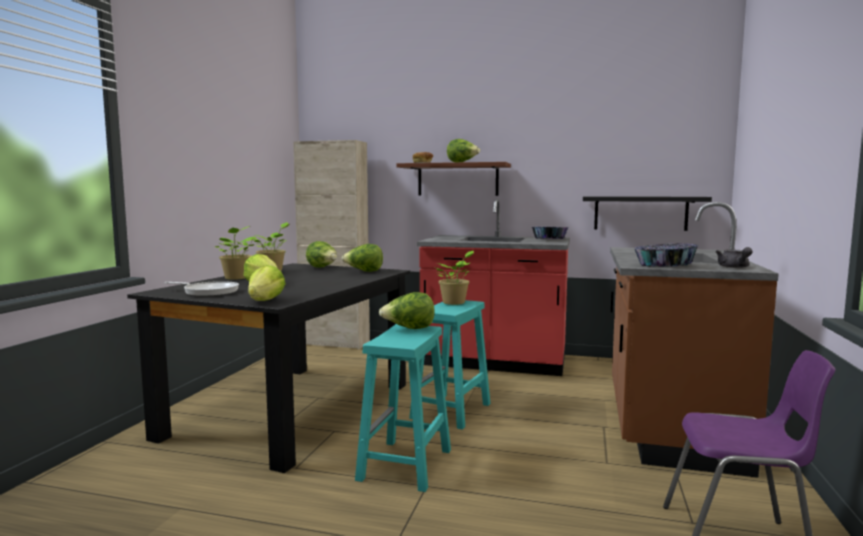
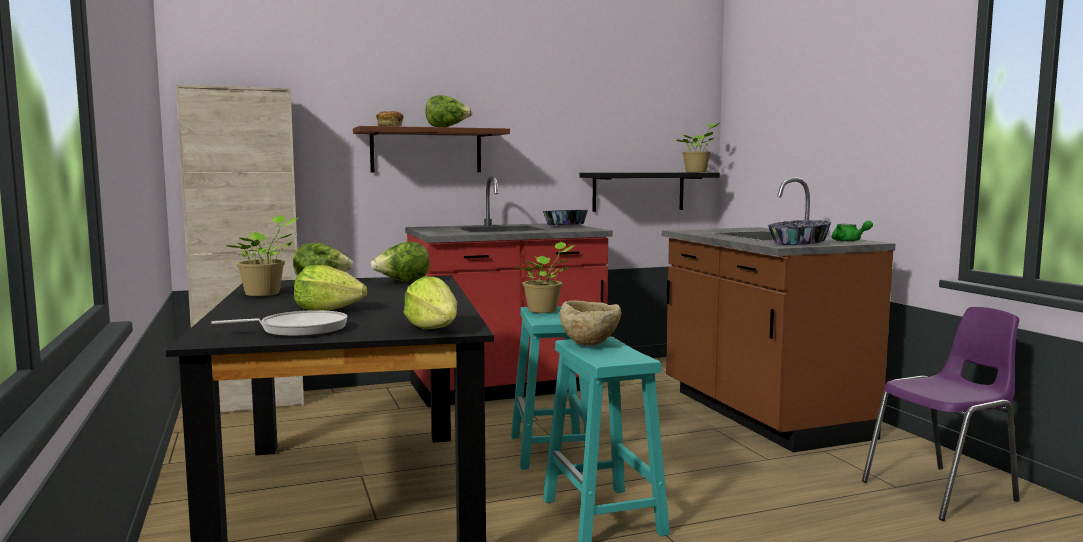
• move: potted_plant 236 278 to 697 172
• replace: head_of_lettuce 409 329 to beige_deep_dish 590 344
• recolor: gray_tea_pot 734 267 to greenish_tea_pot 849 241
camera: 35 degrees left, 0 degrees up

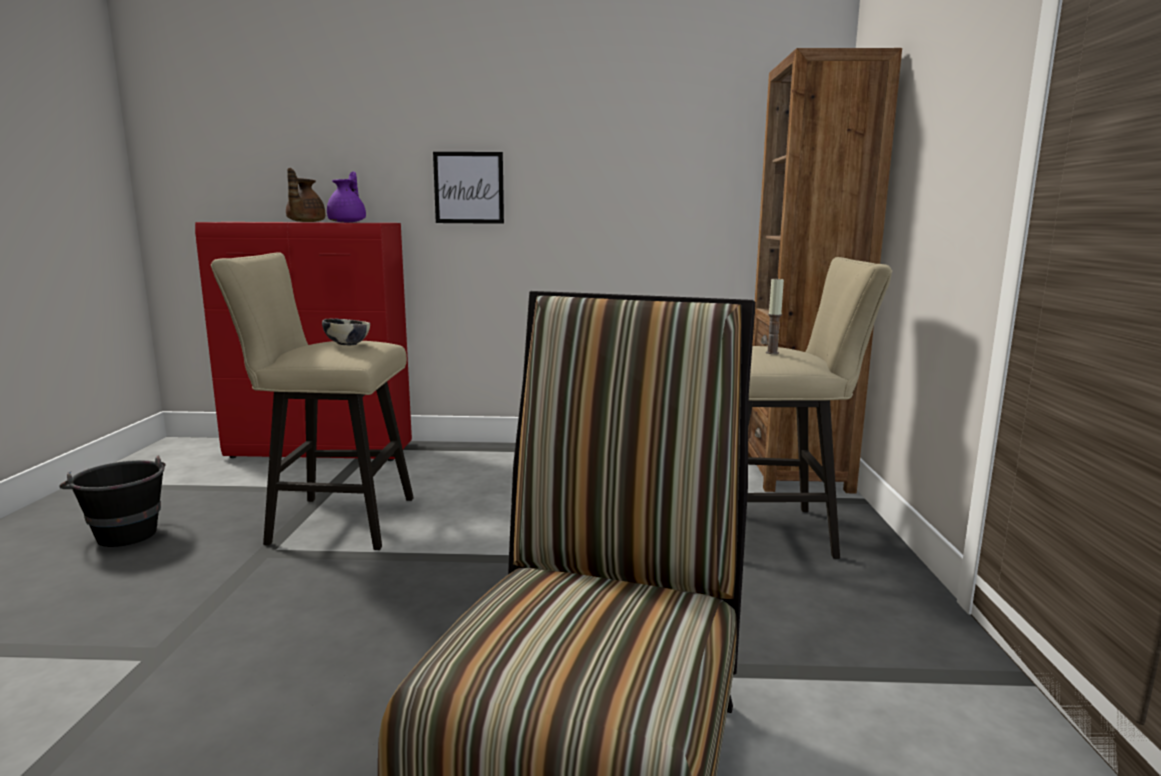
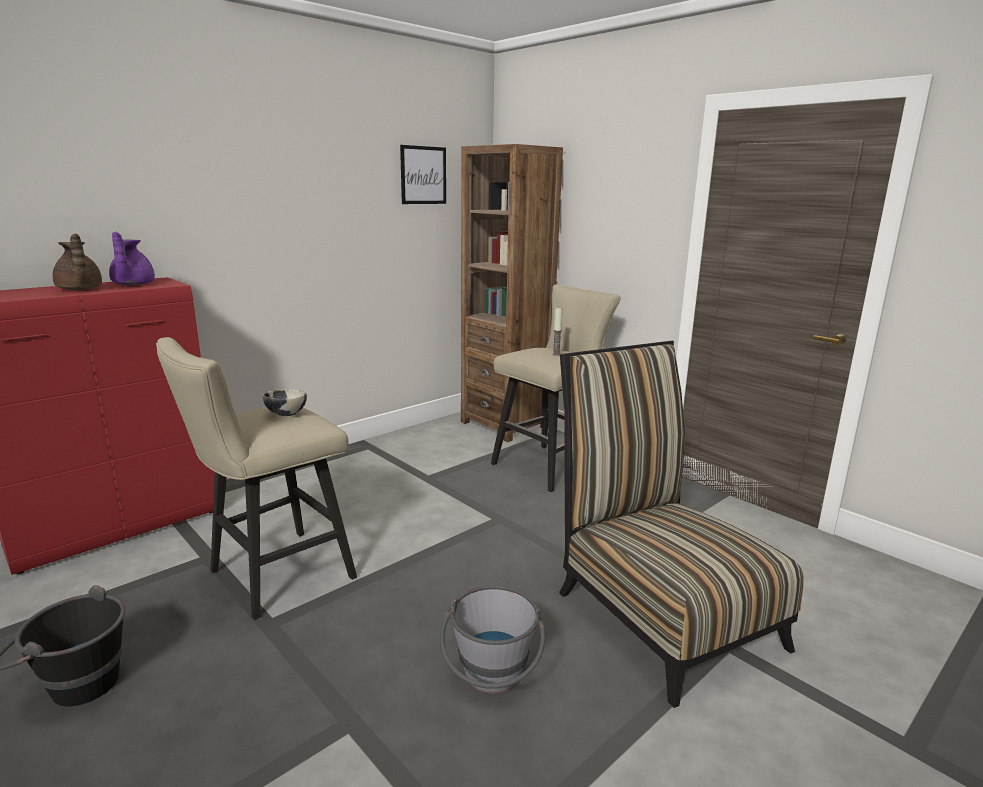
• rotate: purple_tea_pot 348 222 = 132 285 150 degrees counterclockwise
• move: wall_art 469 188 to 423 175
• insert: gray_water_bucket 492 682
camera: 45 degrees left, 5 degrees up

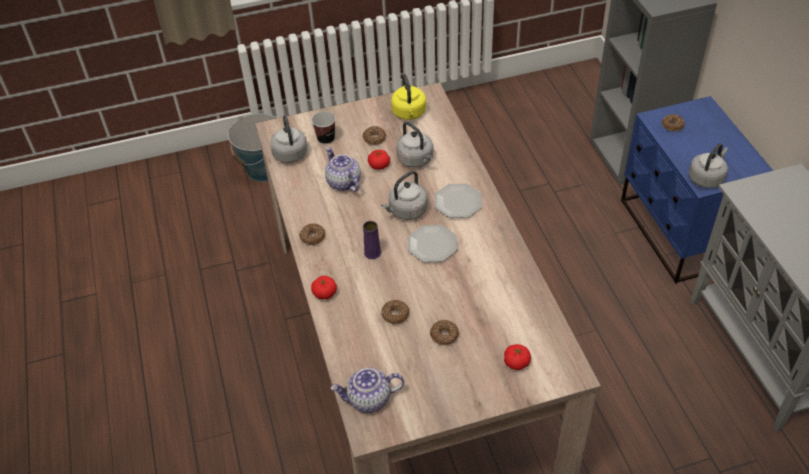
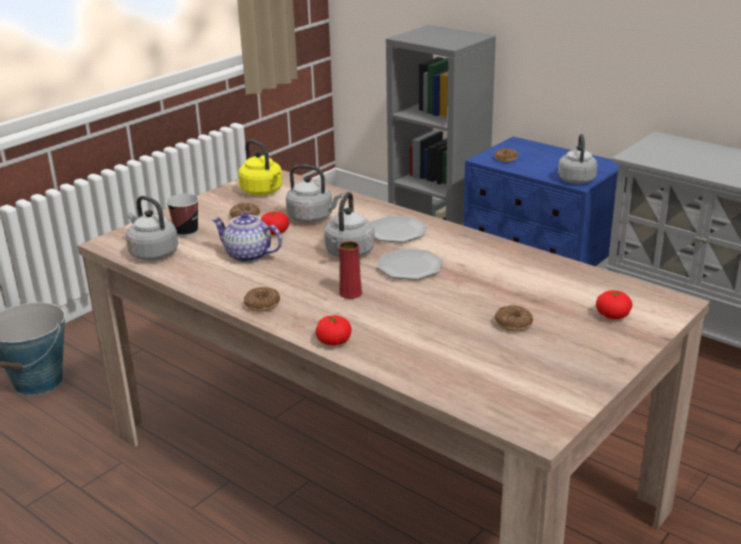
• delete: tea_pot 369 399
• recolor: purple_flower_vase 372 253 to red-coloured_flower_vase 350 293
• delete: doughnut 395 315
camera: 35 degrees left, 20 degrees down

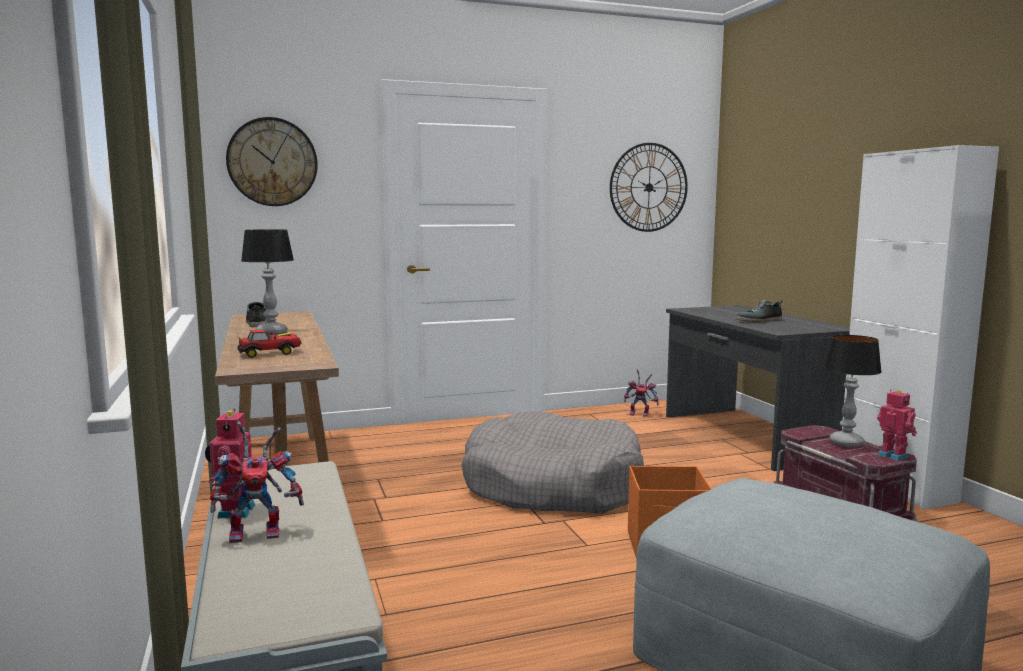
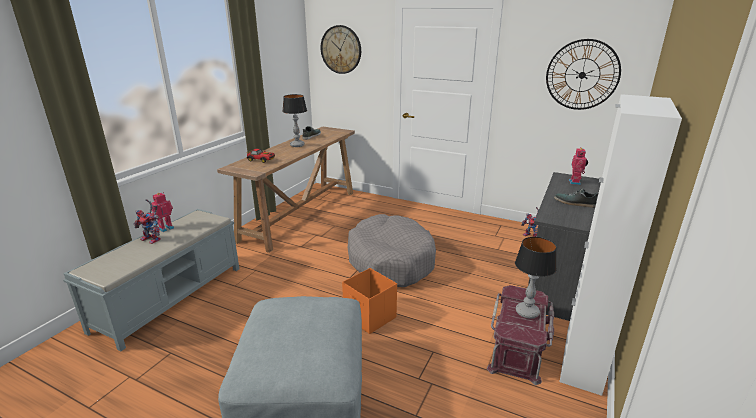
• move: toy_robot 894 455 to 575 182
camera: 45 degrees right, 15 degrees up

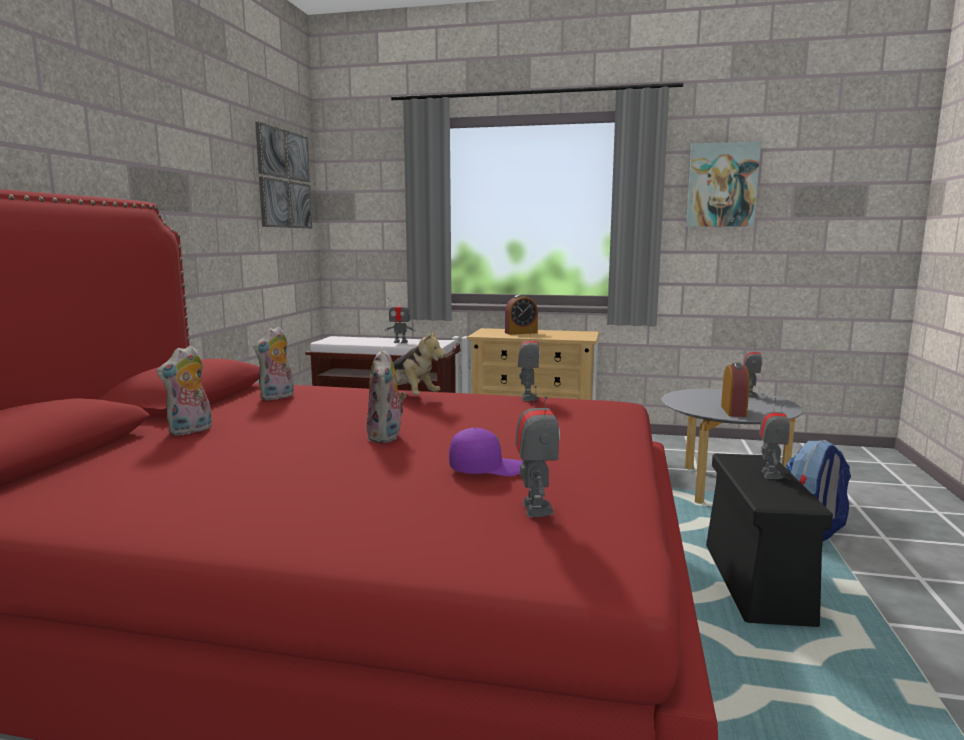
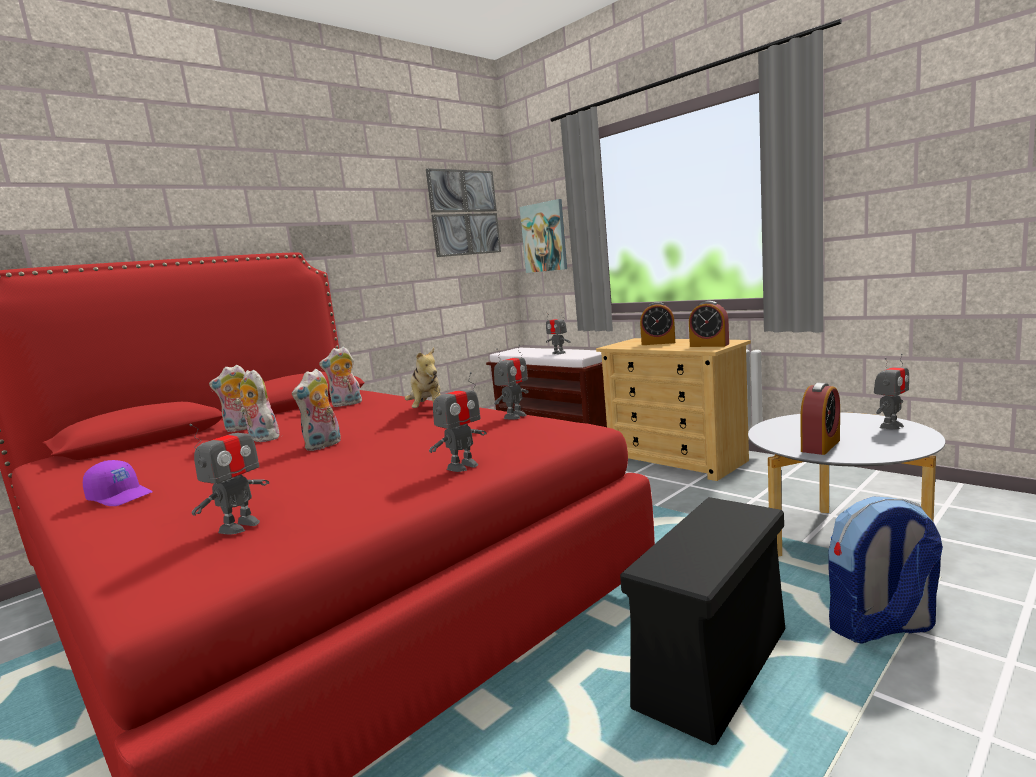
• move: purple_peaked_cap 486 468 to 121 496
• move: wall_art 722 185 to 544 237
• move: toy_robot 770 474 to 463 466
• insert: cuddly_toy 261 439
• insert: bedside_clock 709 345
camera: 35 degrees right, 0 degrees up

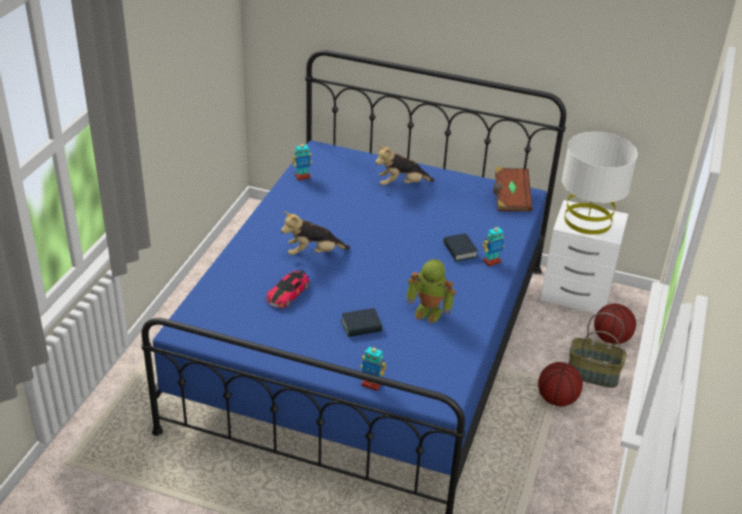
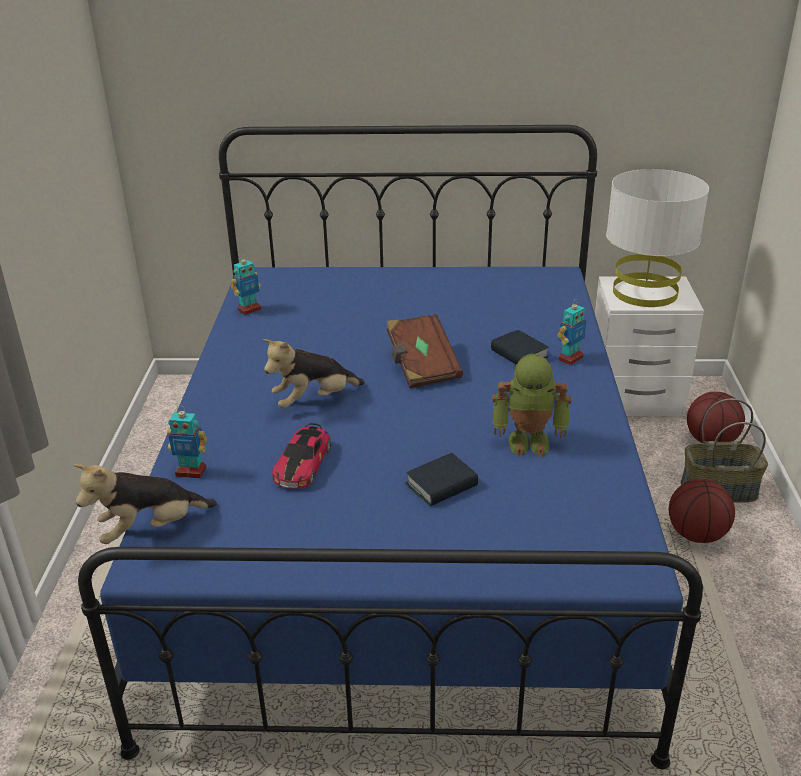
• move: toy_robot 371 384 to 191 471
• move: cuddly_toy 401 184 to 150 529
• move: brown-coloured_volume 510 198 to 421 366
camera: 15 degrees left, 5 degrees down

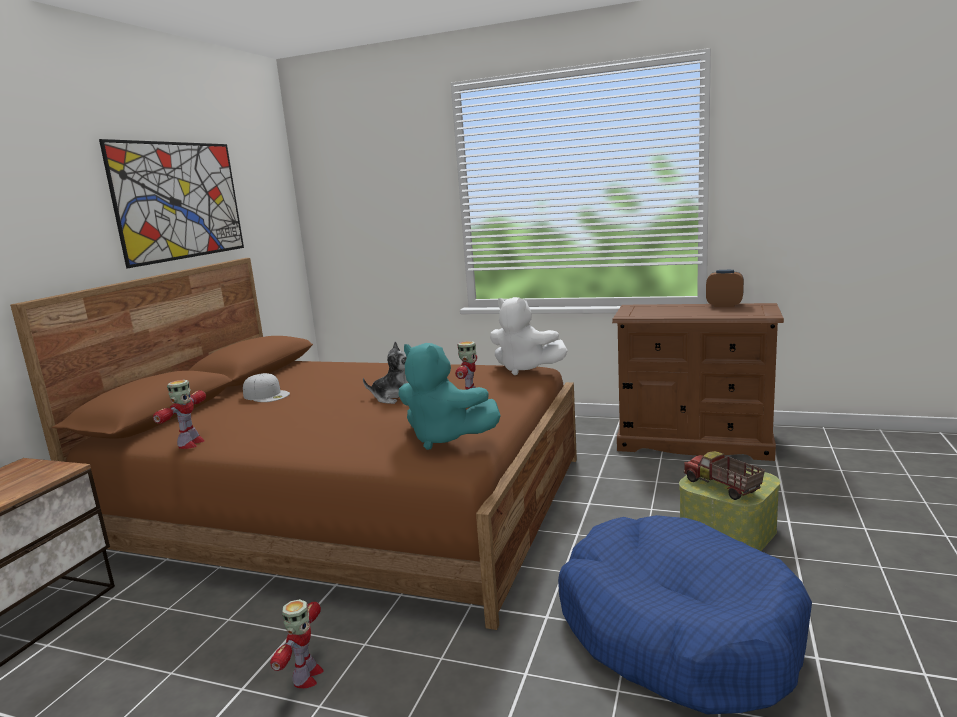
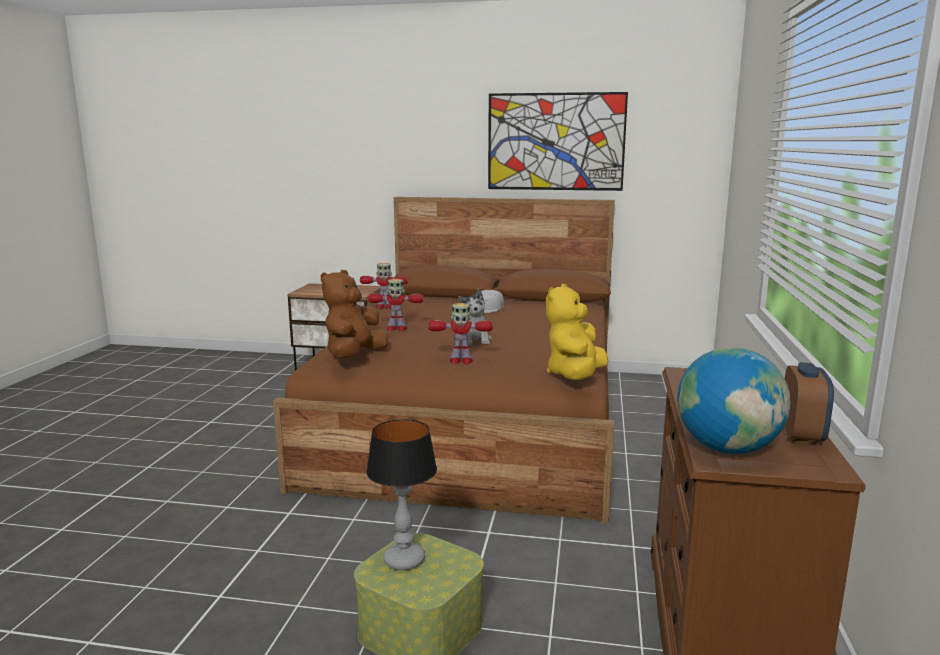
• move: toy_robot 307 677 to 396 329
• recolor: turquoise-coloured_cuddly_toy 444 438 to brown-coloured_cuddly_toy 354 356
• recolor: white_cuddly_toy 525 369 to yellow_cuddly_toy 575 376
• delete: blue_pet_bed 677 631
• replace: toy_truck 722 487 to lamp_for_a_table 403 560
• insert: desk_globe 727 448
camera: 80 degrees right, 0 degrees up

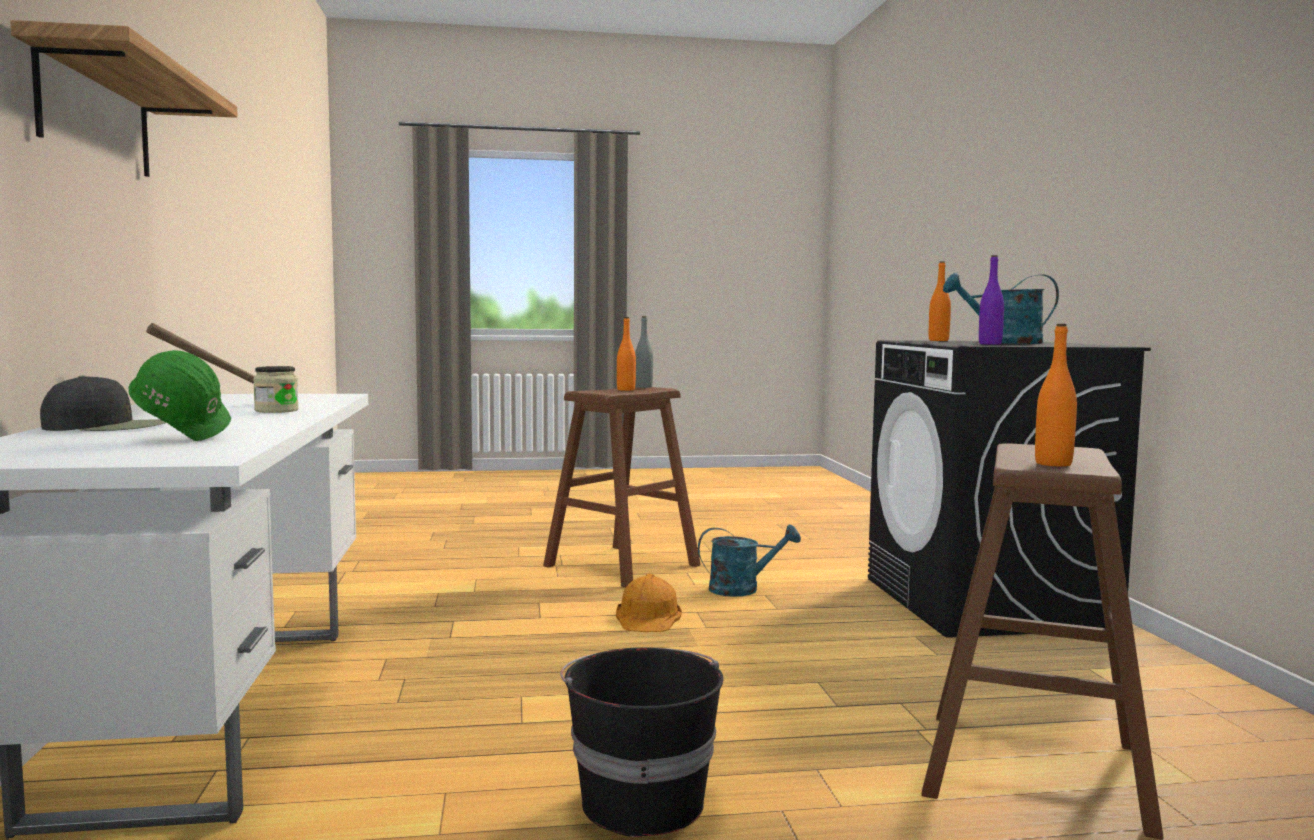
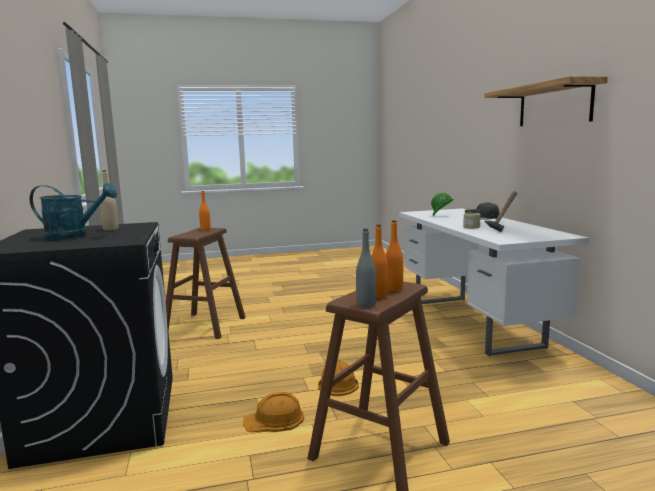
• delete: blackish_water_bucket 641 801
• replace: turquoise-coloured_watering_can 742 589 to orange-coloured_safety_helmet 274 419
• move: orange-coloured_beverage_bottle 938 340 to 394 289
• recolor: purple_beverage_bottle 990 344 to beige_beverage_bottle 110 229
camera: 175 degrees right, 5 degrees up

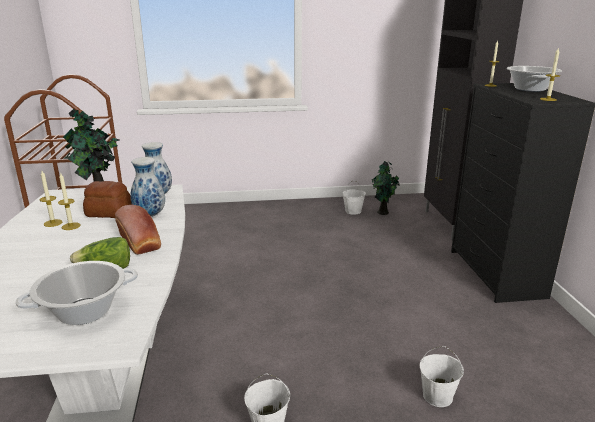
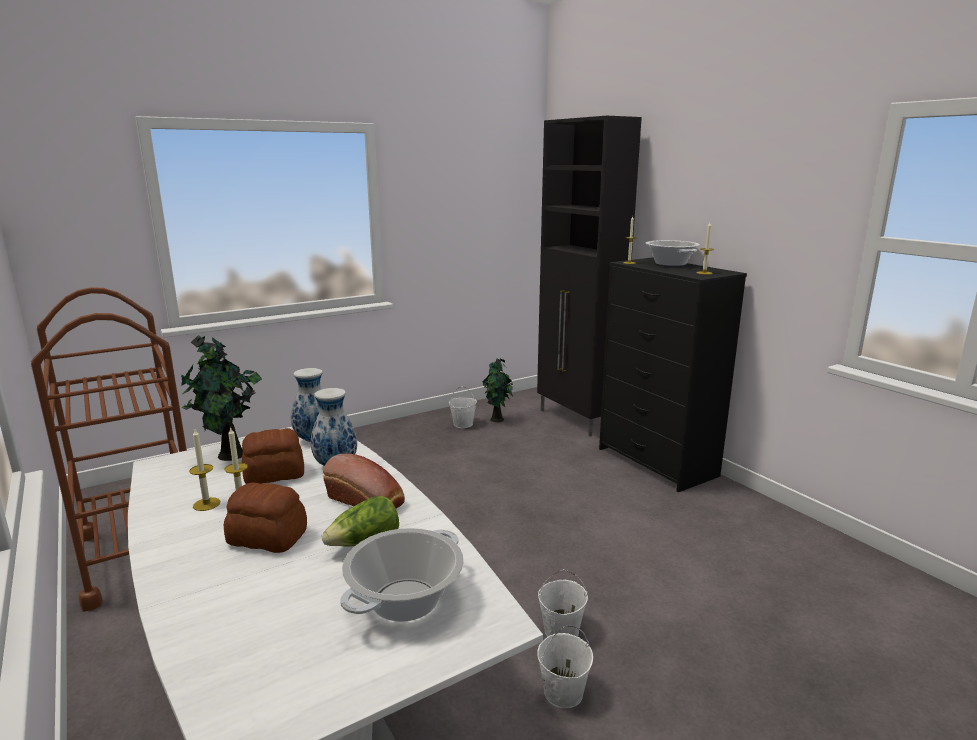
• move: white_water_bucket 437 396 to 561 630
• insert: baked_bread 267 538
camera: 25 degrees left, 5 degrees down

